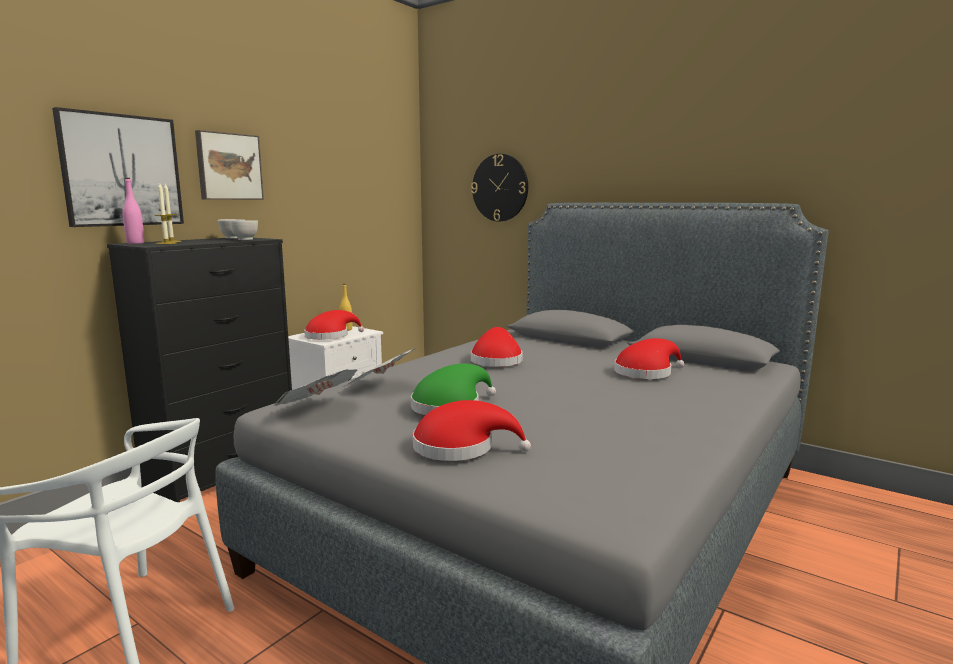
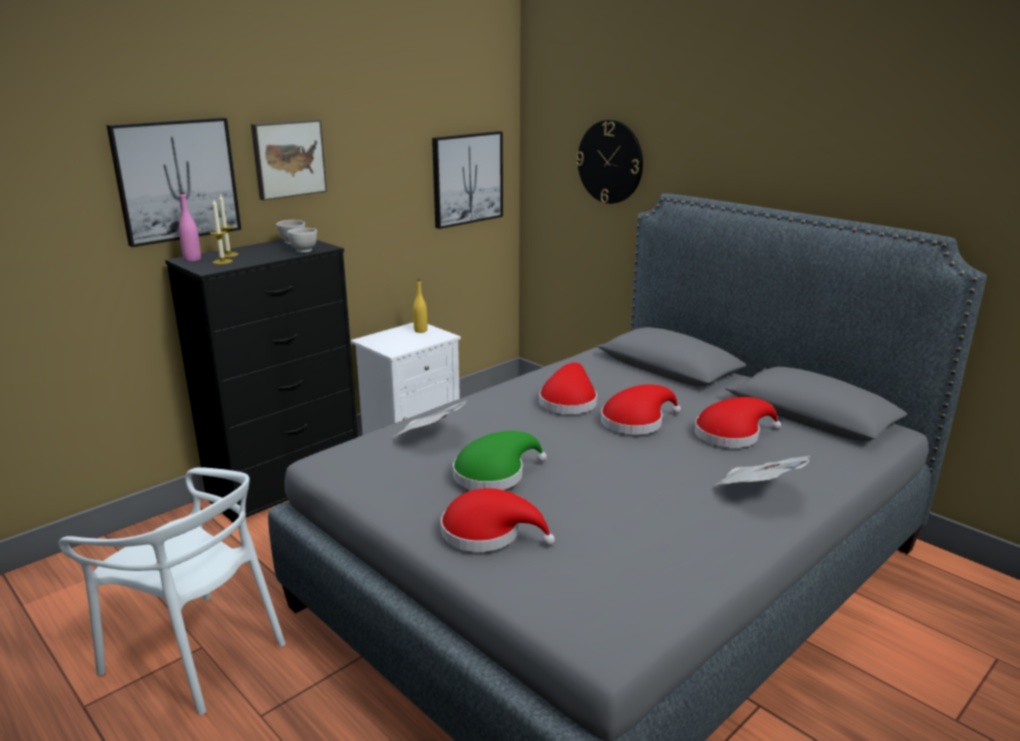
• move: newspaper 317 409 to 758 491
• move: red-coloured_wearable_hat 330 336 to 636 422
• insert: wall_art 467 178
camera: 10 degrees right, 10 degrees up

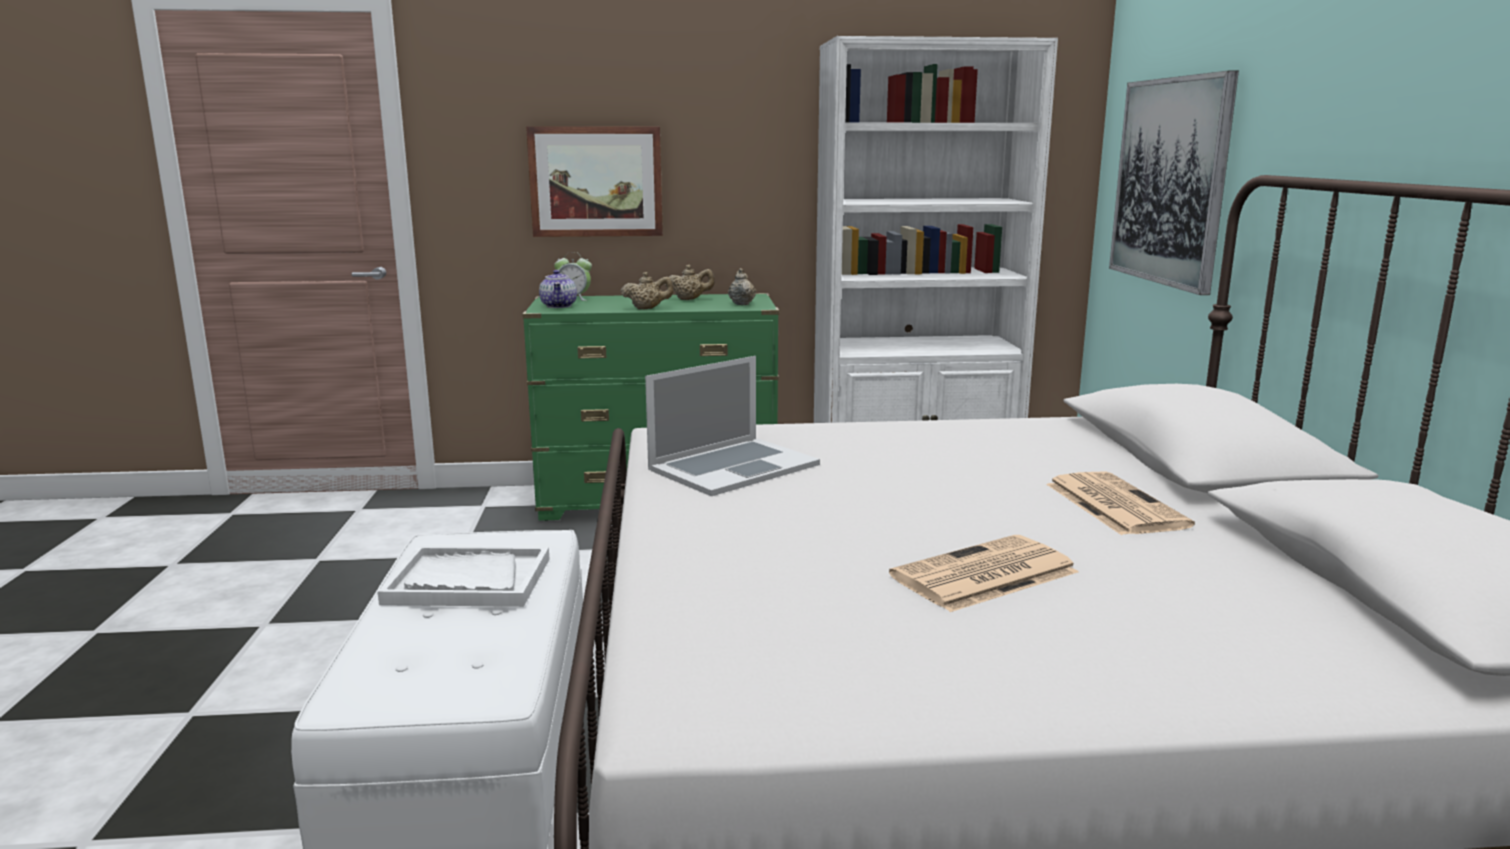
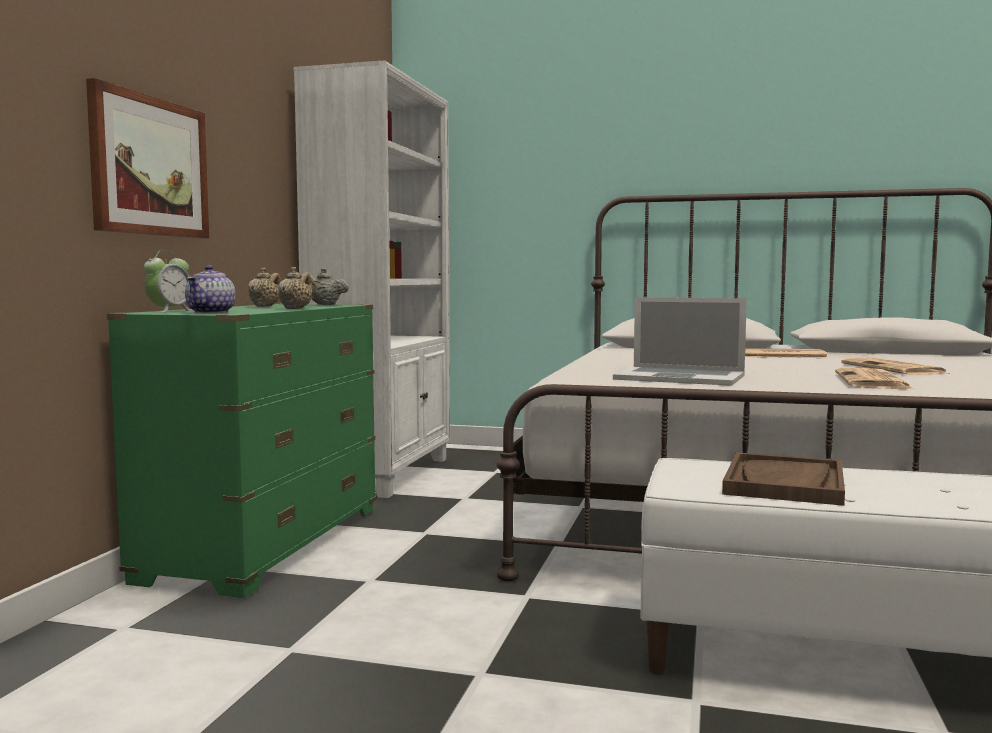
• recolor: white_tray 468 581 to brown-coloured_tray 785 483
• rotate: tea_pot 559 306 = 211 312 90 degrees clockwise
• rotate: laptop 733 467 = 680 377 135 degrees clockwise
• delete: wall_art 1170 181
• insert: newspaper 873 381
camera: 70 degrees left, 10 degrees down

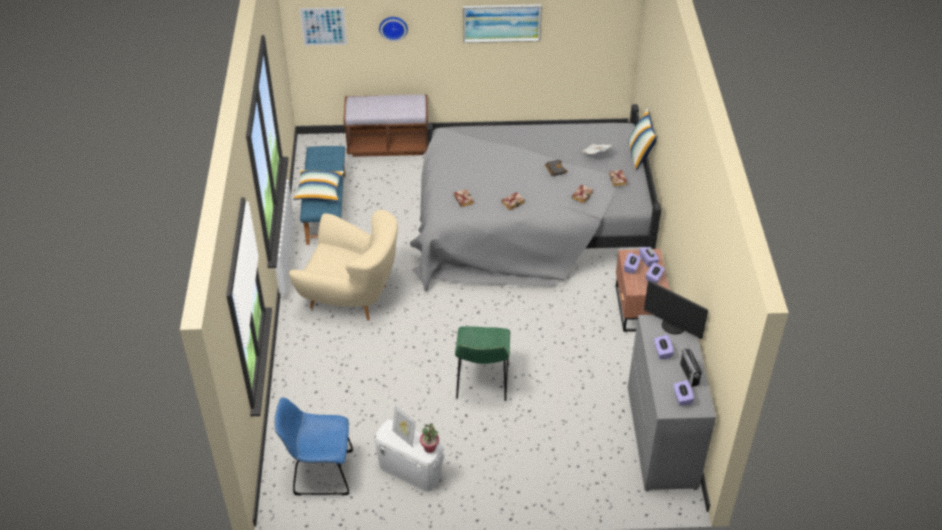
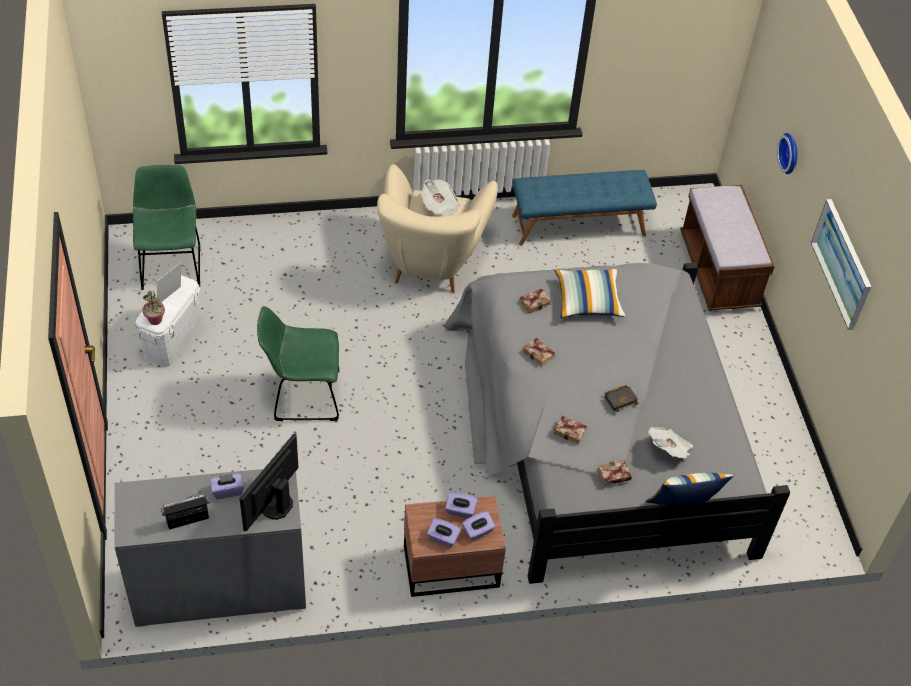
• recolor: blue_upright_chair 319 473 to greenish_upright_chair 171 264
• move: pillow 319 191 to 587 301
• delete: wall_art 323 26
• delete: purple_tissue_holder 682 398
• insert: newspaper 440 207
camera: 80 degrees right, 5 degrees up

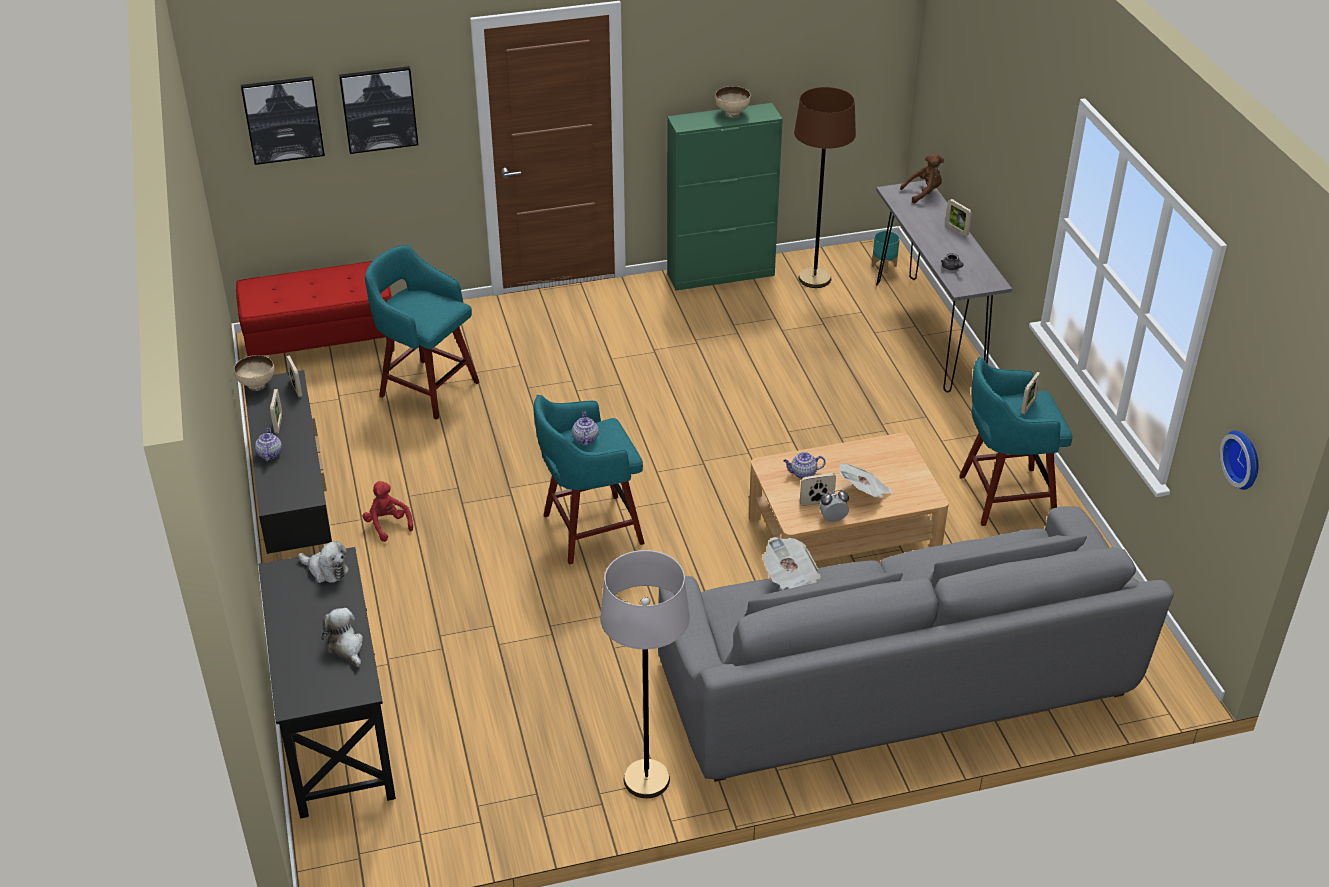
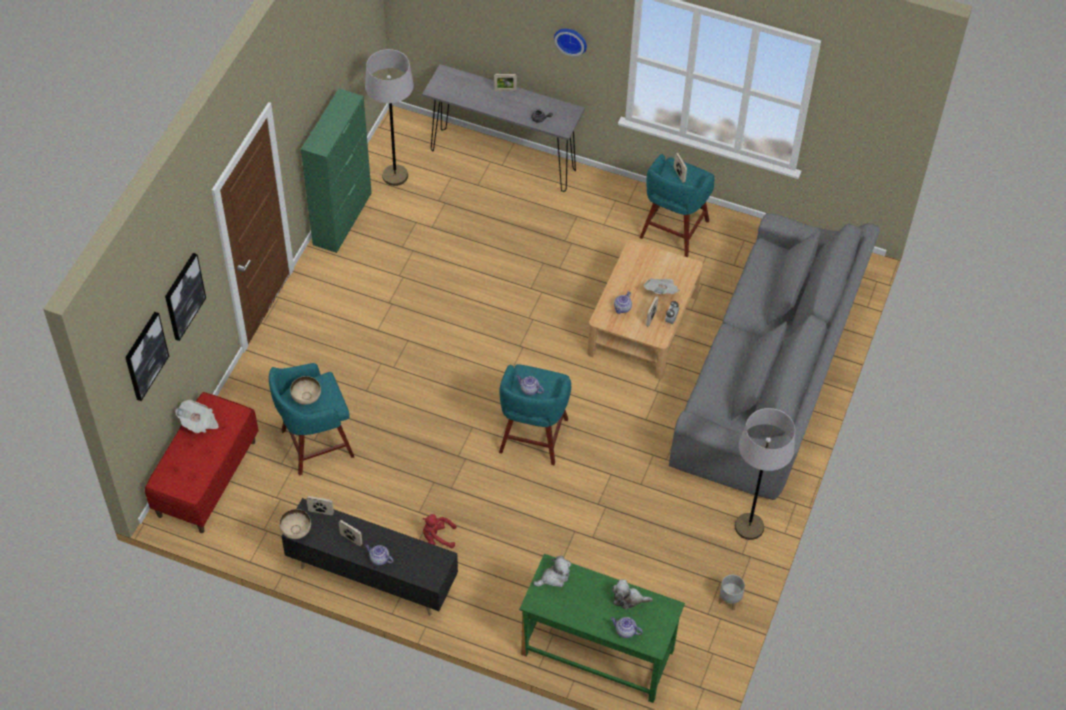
• recolor: blackish_desk_table 335 730 to greenish_desk_table 597 653
• move: beige_deep_dish 732 113 to 306 398
• move: newspaper 791 579 to 199 423
• recolor: brown-coloured_standard_lamp 814 279 to gray_standard_lamp 395 176
• delete: turquoise-coloured_flower_pot 884 266
• delete: brown-coloured_cuddly_toy 923 193
• move: wall_clock 1244 459 to 571 40
• insert: tea_pot 625 631
• insert: gray_flower_pot 729 600
camera: 55 degrees left, 15 degrees up

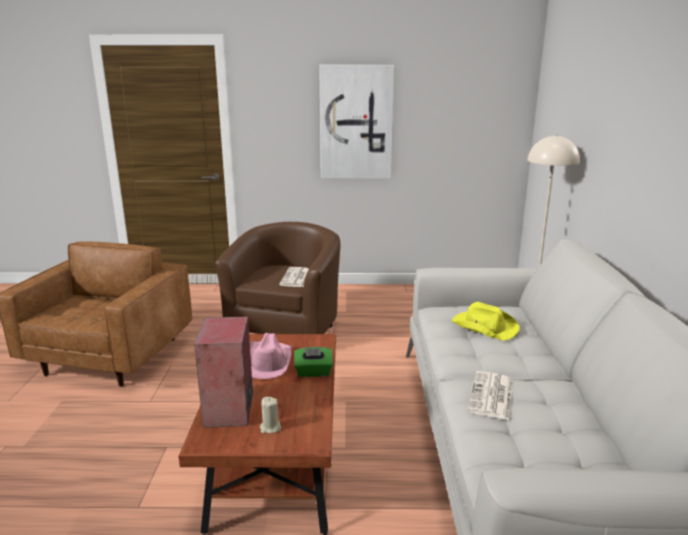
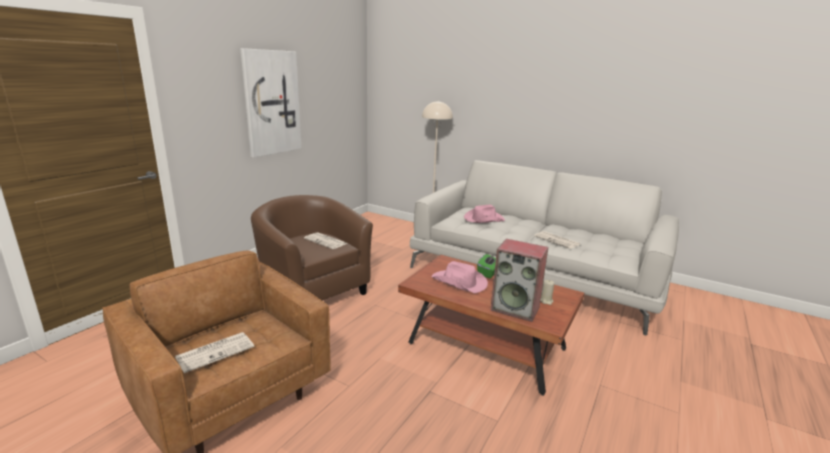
• recolor: yellow_wearable_hat 484 326 to pink-coloured_wearable_hat 483 219
• insert: newspaper 216 351
camera: 60 degrees left, 0 degrees up

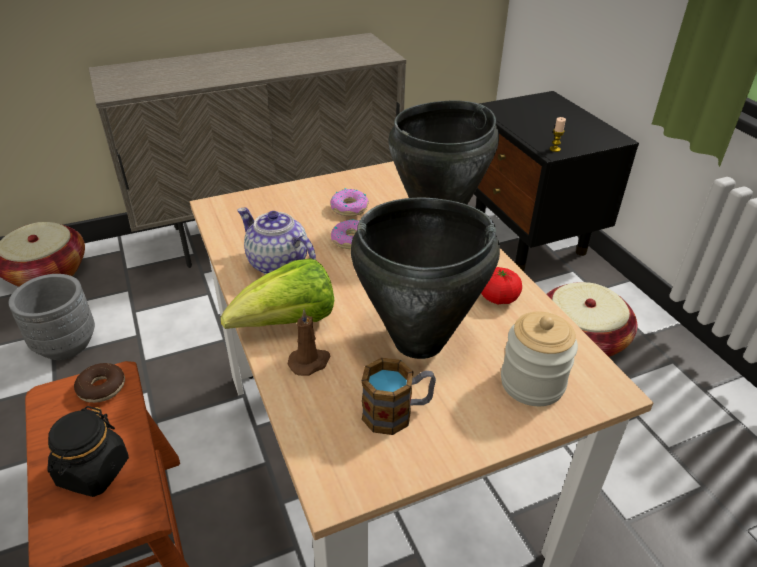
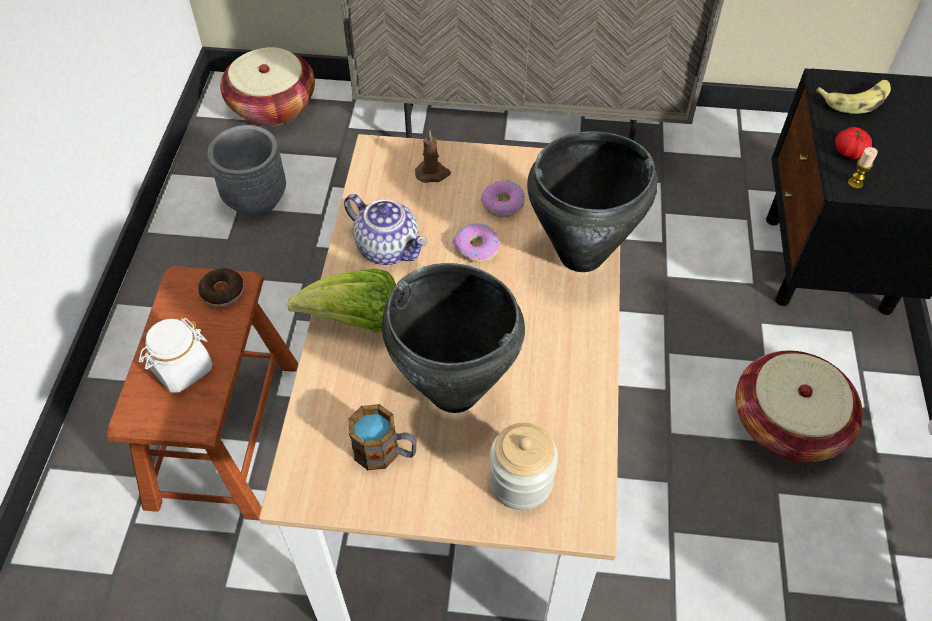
• recolor: blackish_jar 93 471 to white_jar 182 369
• rotate: tea_pot 277 264 = 389 248 150 degrees clockwise
• move: brown-coloured_wax_light 310 362 to 433 173
• move: tomato 498 297 to 849 152
• insert: whole_banana 855 100
camera: 30 degrees right, 15 degrees up

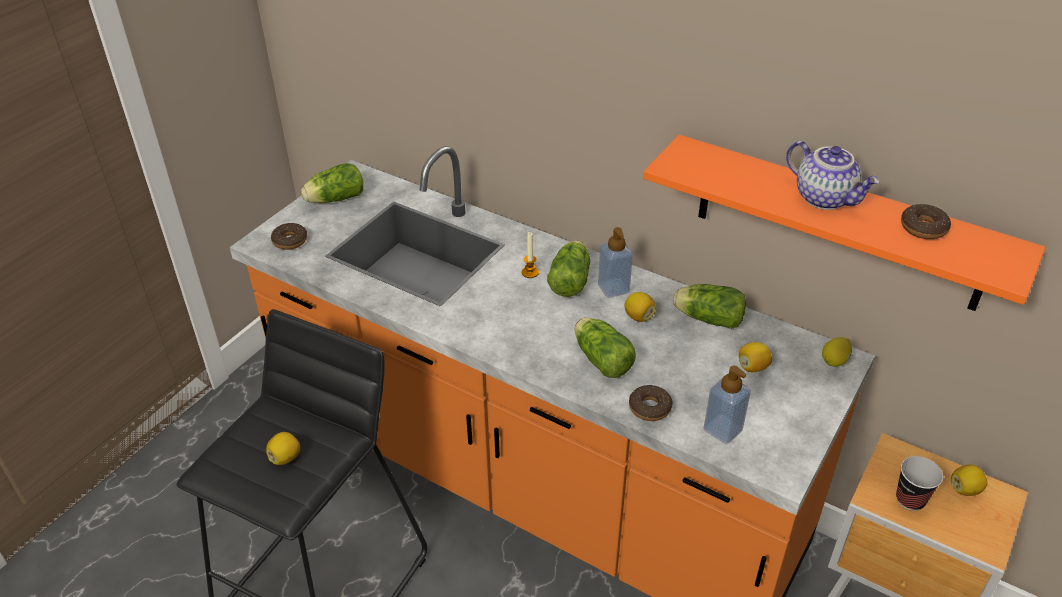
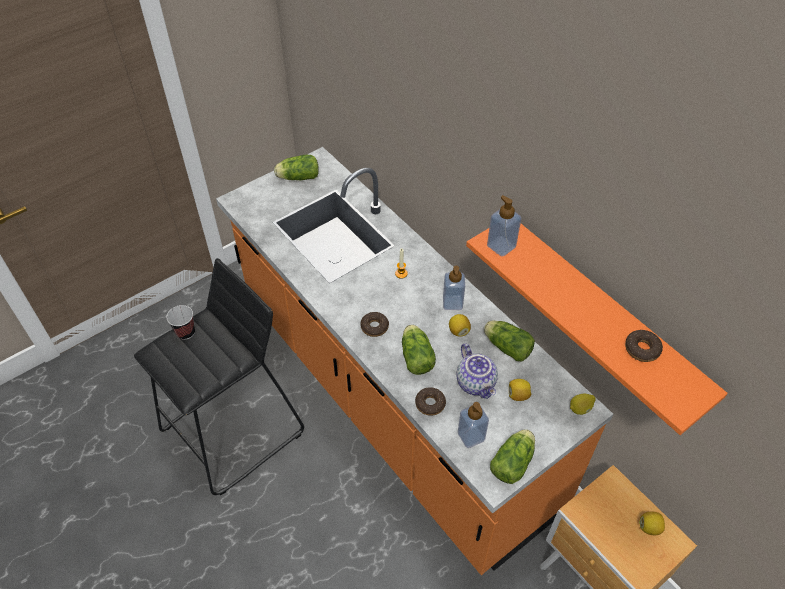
• delete: lemon 286 457
• move: doughnut 290 241 to 374 327
• move: head_of_lettuce 570 279 to 513 461
• move: tea_pot 825 198 to 476 383
• move: cup 910 499 to 185 332
• insert: soap_dispenser 501 246
camera: 20 degrees right, 10 degrees up

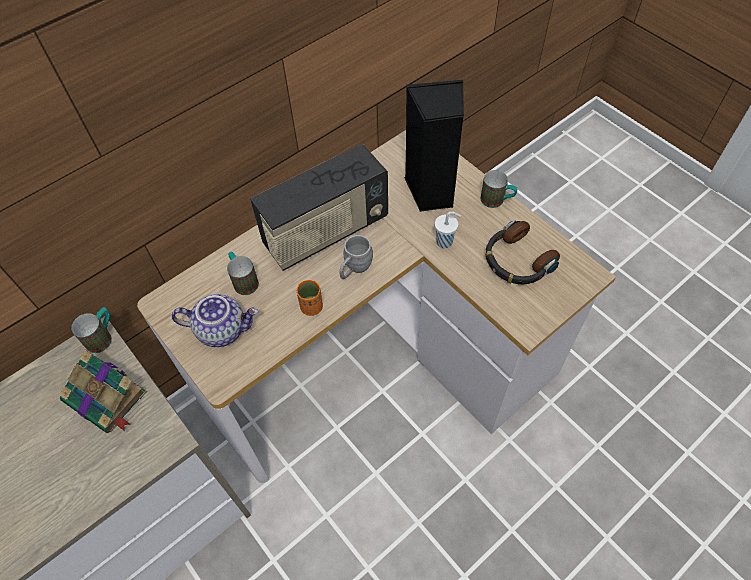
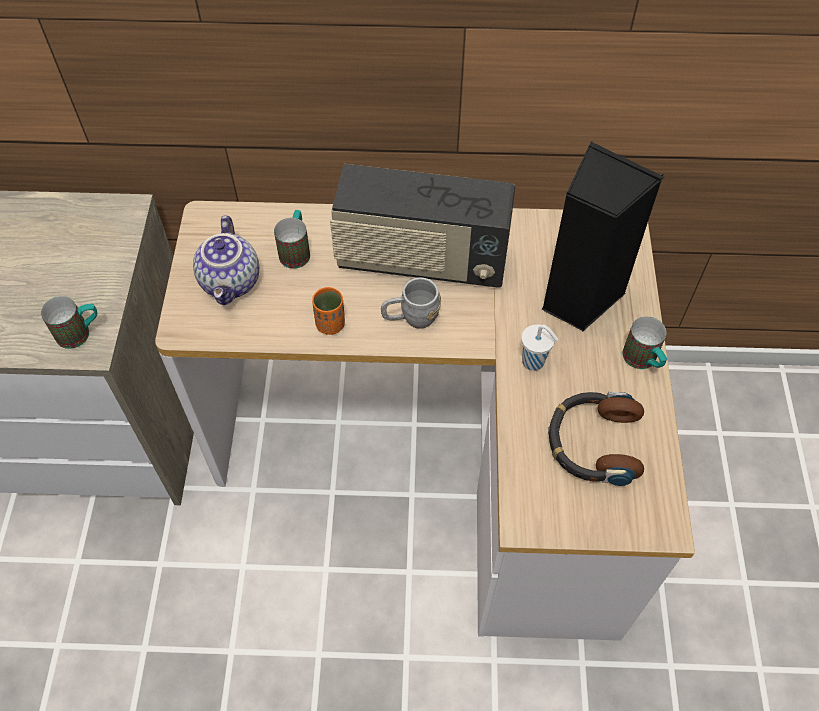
• delete: volume 107 397
• move: tea_mug 103 336 to 80 333
• rotate: tea_pot 222 329 = 232 282 45 degrees clockwise
camera: 40 degrees right, 0 degrees up

